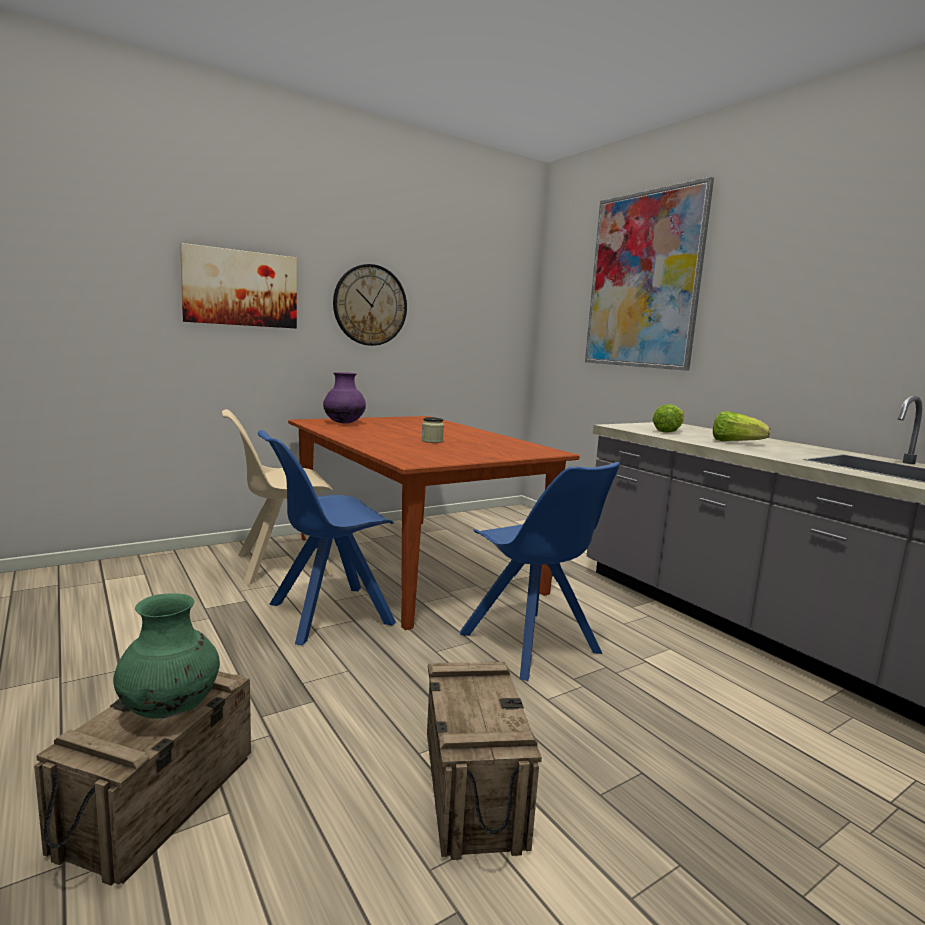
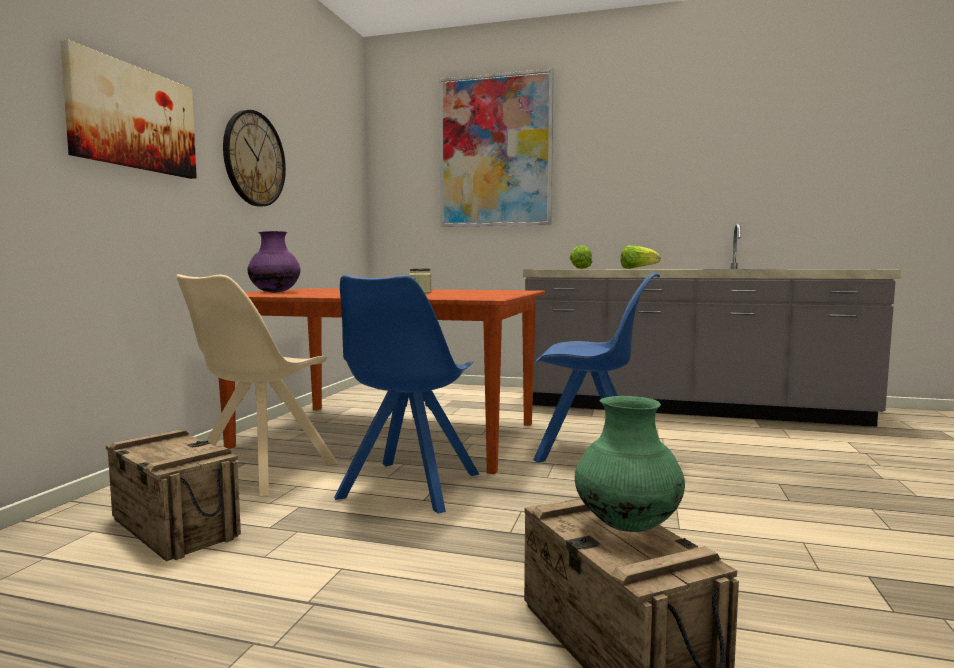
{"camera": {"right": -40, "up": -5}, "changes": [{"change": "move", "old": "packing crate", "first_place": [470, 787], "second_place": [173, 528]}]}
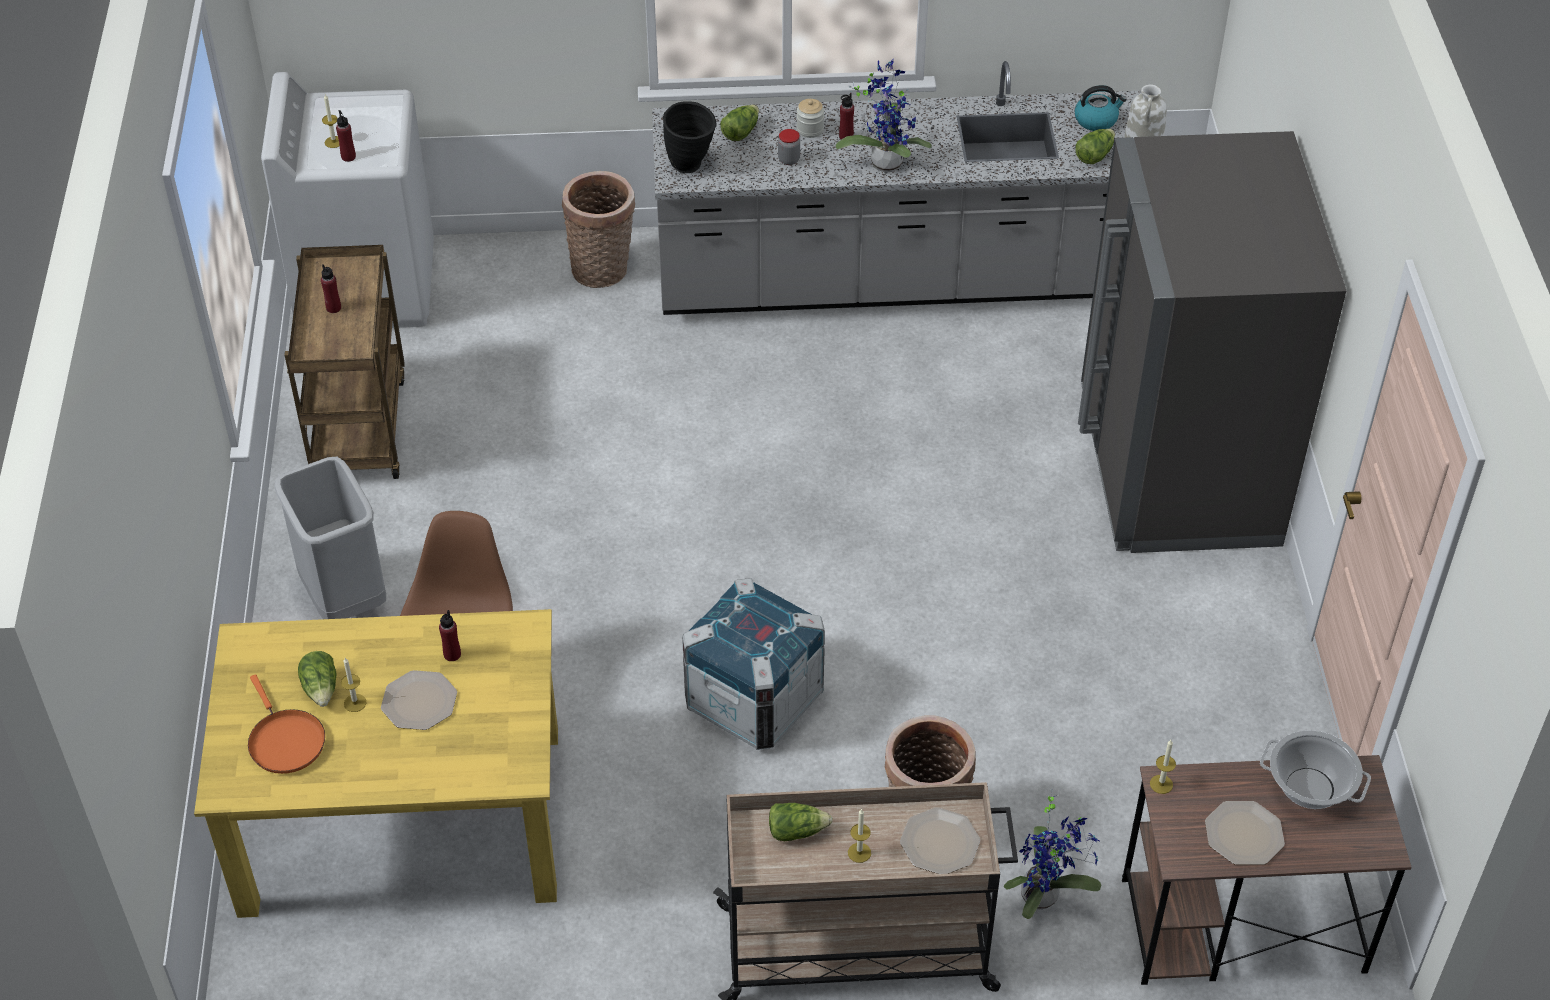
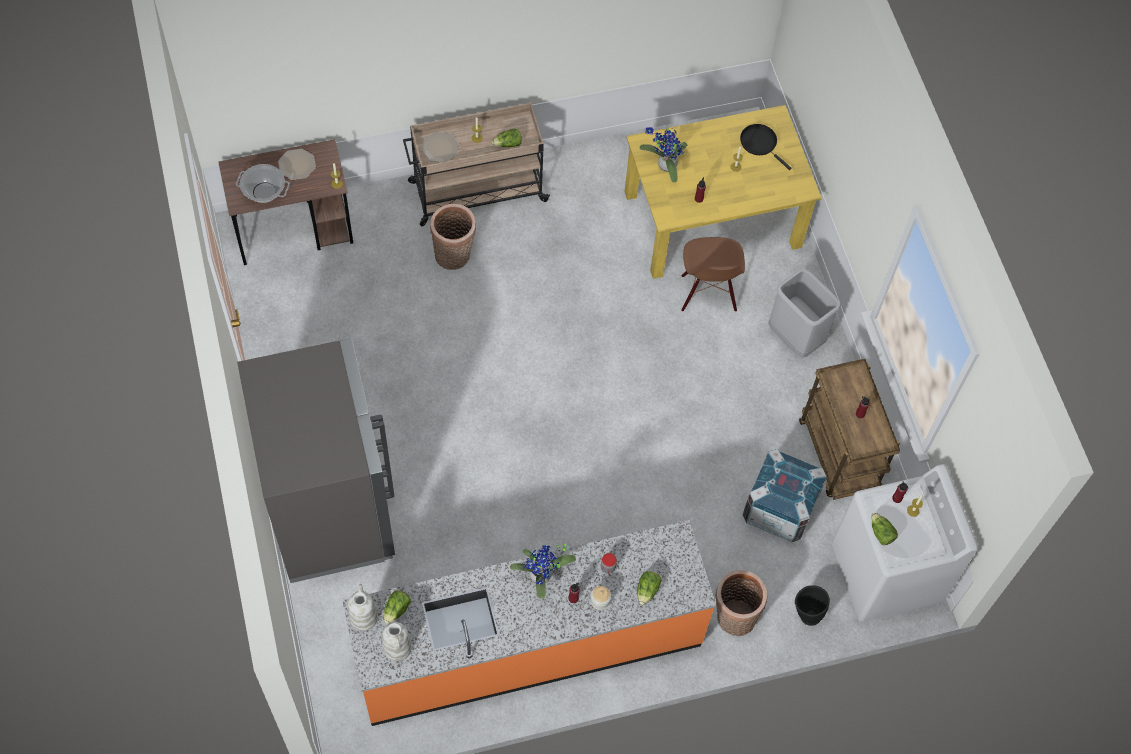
{"camera": {"right": 165, "up": 15}, "changes": [{"change": "recolor", "old": "frying pan in orangey", "new": "frying pan in blackish", "first_place": [285, 741], "second_place": [760, 143]}, {"change": "move", "old": "lettuce", "first_place": [321, 688], "second_place": [881, 533]}, {"change": "delete", "old": "dinner plate", "first_place": [419, 701]}, {"change": "recolor", "old": "counter in greyish", "new": "counter in orangey", "first_place": [900, 280], "second_place": [528, 645]}, {"change": "move", "old": "decorative vase in blackish", "first_place": [691, 167], "second_place": [806, 614]}, {"change": "move", "old": "packing crate", "first_place": [754, 699], "second_place": [779, 509]}, {"change": "move", "old": "plant in a pot", "first_place": [1044, 895], "second_place": [664, 165]}, {"change": "replace", "old": "kettle", "new": "decorative vase in white-coloured", "first_place": [1096, 120], "second_place": [397, 648]}]}
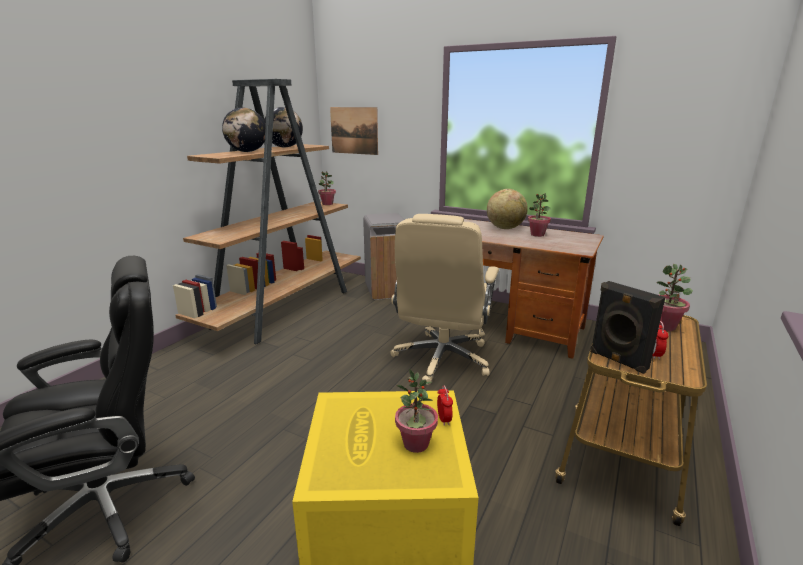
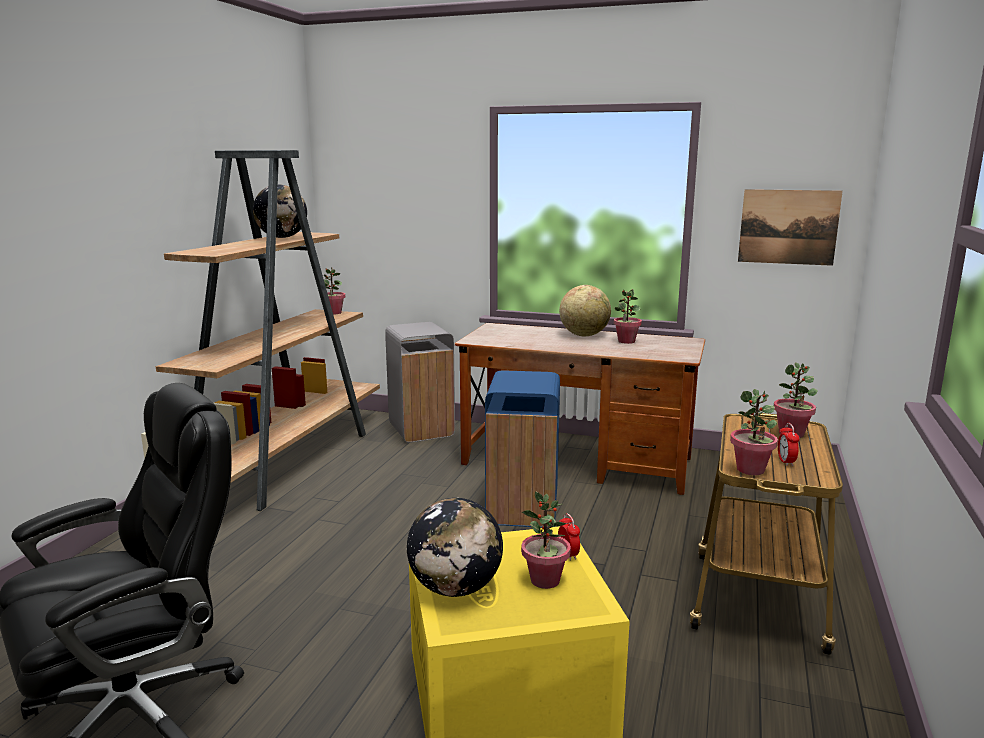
{"camera": {"right": -10, "up": -5}, "changes": [{"change": "move", "old": "world globe", "first_place": [247, 152], "second_place": [455, 588]}, {"change": "move", "old": "wall picture", "first_place": [354, 130], "second_place": [788, 227]}, {"change": "replace", "old": "computer chair in sand-coloured", "new": "rubbish bin in bluish", "first_place": [442, 359], "second_place": [521, 509]}, {"change": "replace", "old": "loudspeaker in blackish", "new": "plant in a pot", "first_place": [617, 360], "second_place": [751, 470]}]}
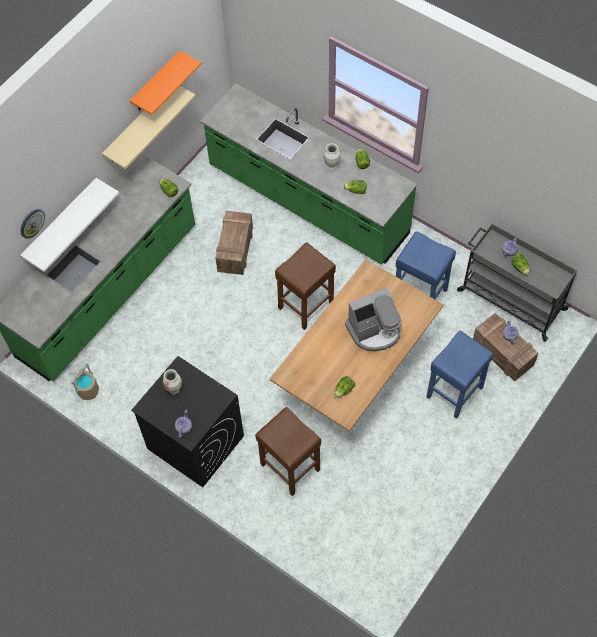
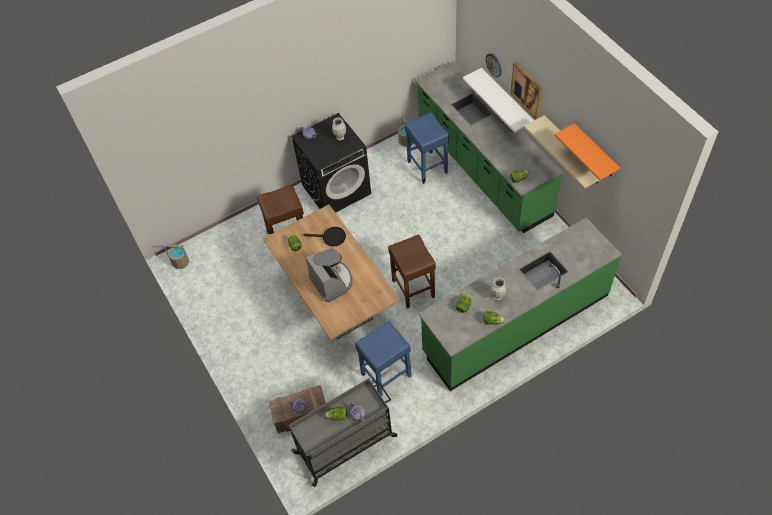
{"camera": {"right": 115, "up": -5}, "changes": [{"change": "delete", "old": "packing crate", "first_place": [235, 250]}, {"change": "rotate", "old": "coffee maker", "first_place": [374, 330], "second_place": [332, 281], "degrees": 150}, {"change": "move", "old": "sitting stool in bluish", "first_place": [454, 393], "second_place": [426, 166]}, {"change": "insert", "new": "pail in sand-coloured", "second_place": [180, 262]}, {"change": "insert", "new": "frying pan in blackish", "second_place": [330, 237]}, {"change": "insert", "new": "wall picture", "second_place": [527, 90]}]}
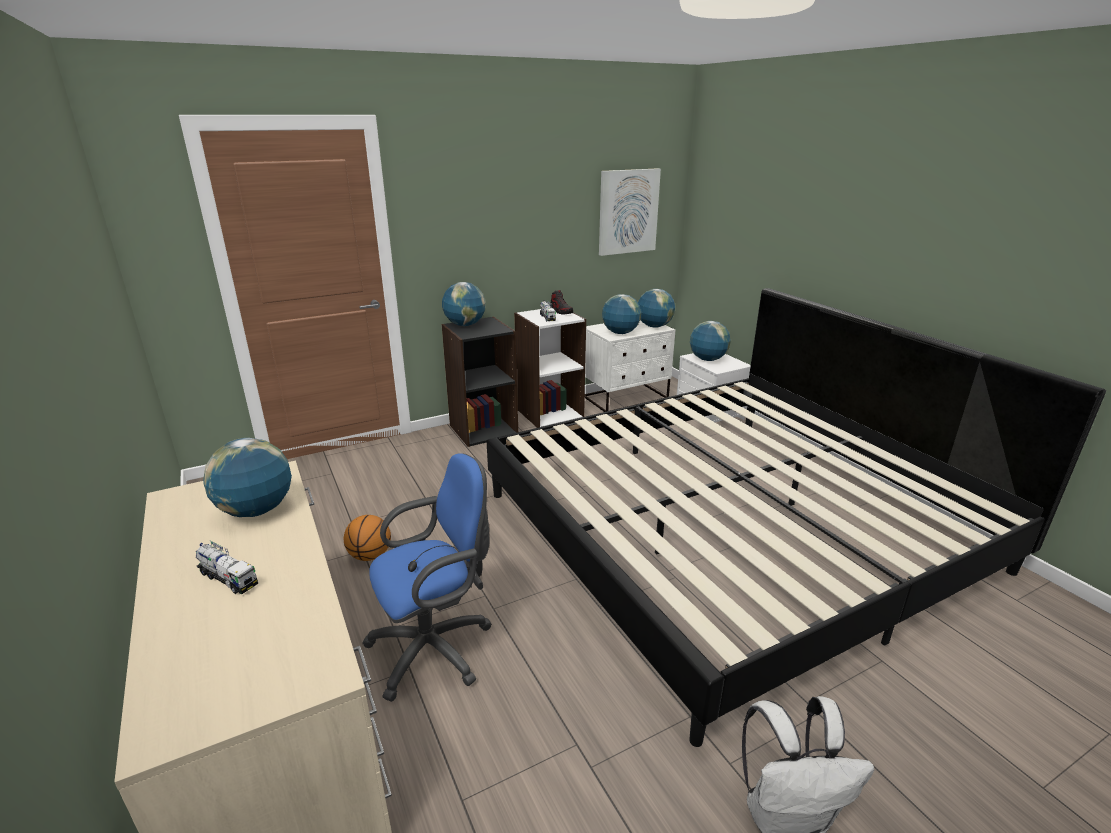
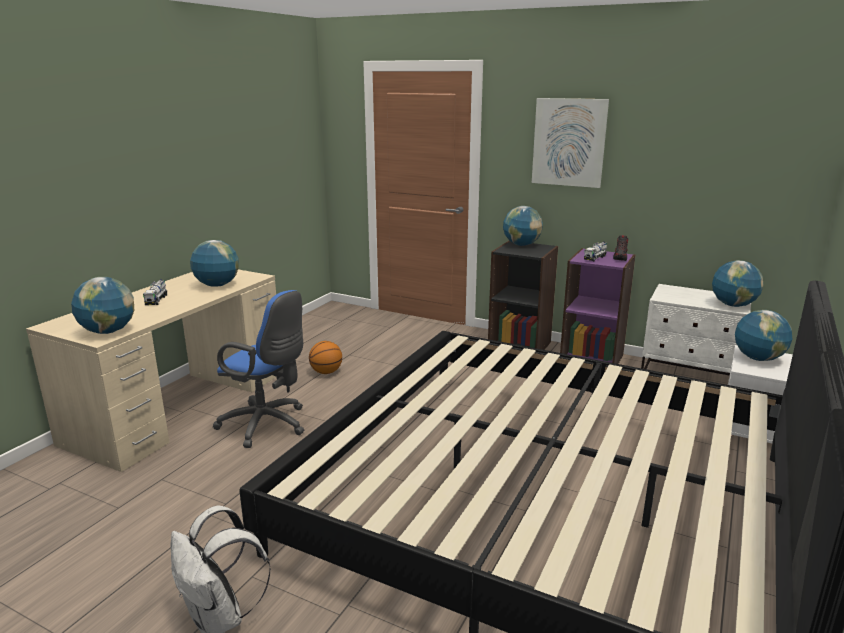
{"camera": {"right": 55, "up": -5}, "changes": [{"change": "recolor", "old": "bookshelf in white-coloured", "new": "bookshelf in purple-coloured", "first_place": [549, 413], "second_place": [592, 358]}, {"change": "move", "old": "wall picture", "first_place": [628, 211], "second_place": [569, 142]}, {"change": "move", "old": "world globe", "first_place": [620, 333], "second_place": [108, 331]}]}
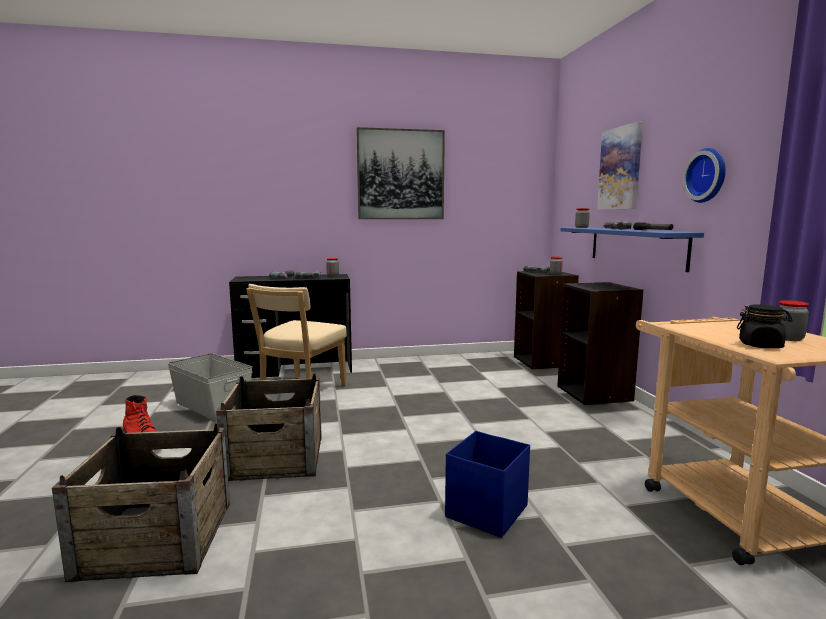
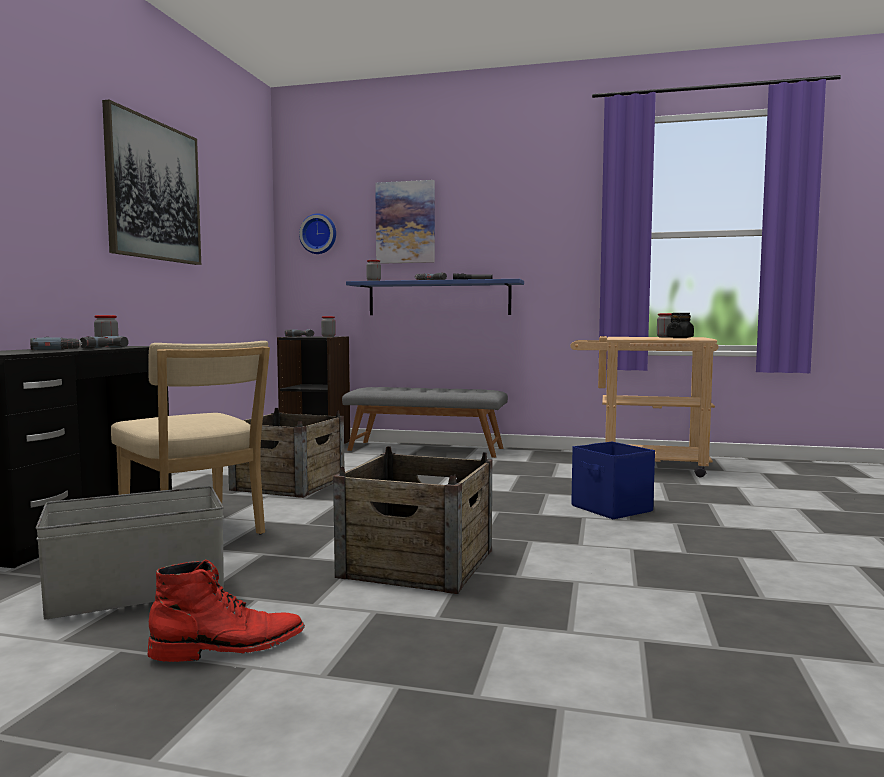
{"camera": {"right": -65, "up": -5}, "changes": [{"change": "move", "old": "packing crate", "first_place": [157, 538], "second_place": [289, 484]}, {"change": "replace", "old": "bookshelf in blackish", "new": "long seat in greyish", "first_place": [595, 393], "second_place": [426, 449]}, {"change": "move", "old": "clock on the wall", "first_place": [708, 175], "second_place": [319, 234]}]}
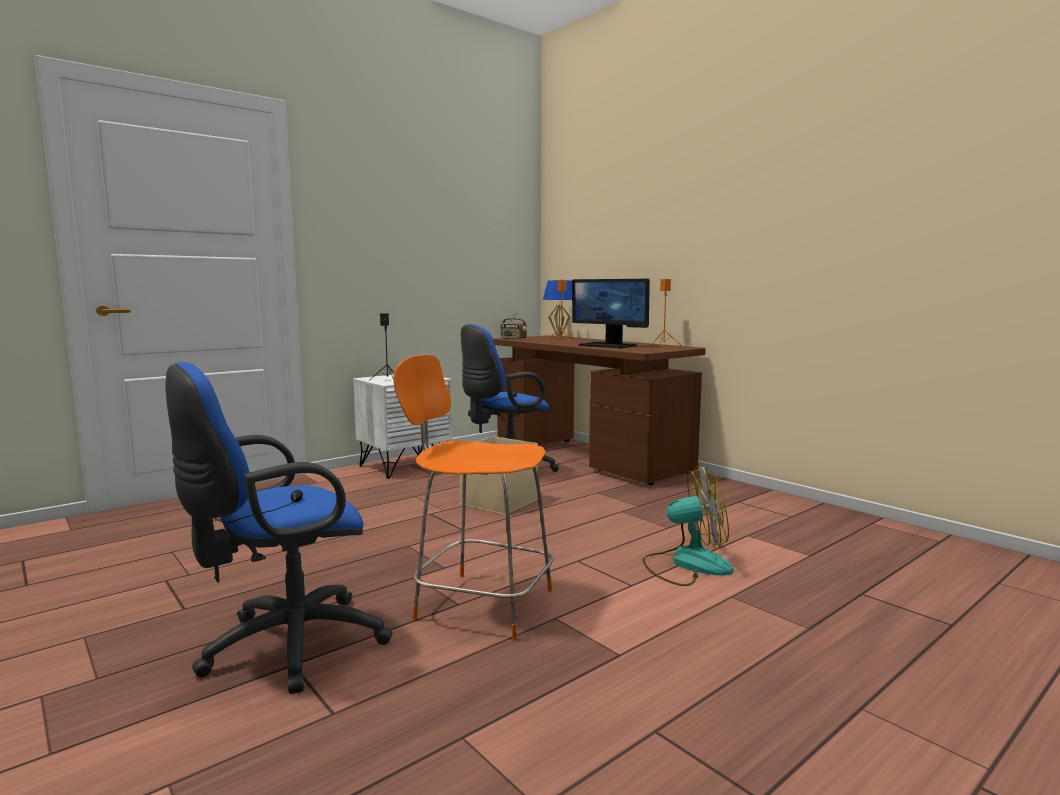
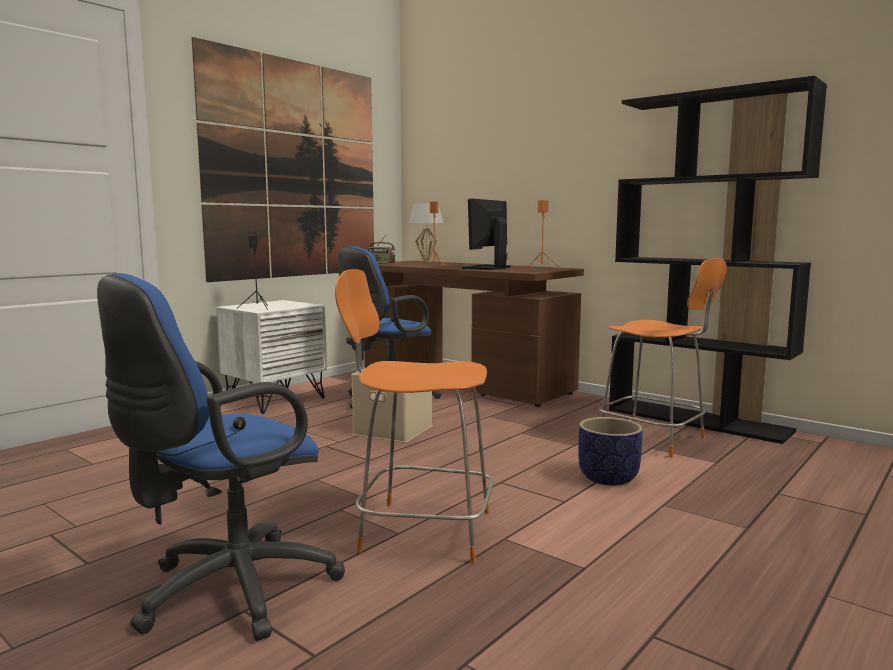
{"camera": {"right": -10, "up": 0}, "changes": [{"change": "recolor", "old": "tabletop lamp in bluish", "new": "tabletop lamp in white-coloured", "first_place": [559, 337], "second_place": [426, 262]}, {"change": "rotate", "old": "computer display", "first_place": [608, 345], "second_place": [487, 268], "degrees": 90}, {"change": "replace", "old": "electric fan", "new": "flower pot", "first_place": [686, 564], "second_place": [608, 478]}, {"change": "insert", "new": "wall picture", "second_place": [295, 170]}, {"change": "insert", "new": "chair in orangey", "second_place": [655, 440]}, {"change": "insert", "new": "bookshelf in blackish", "second_place": [698, 420]}]}
